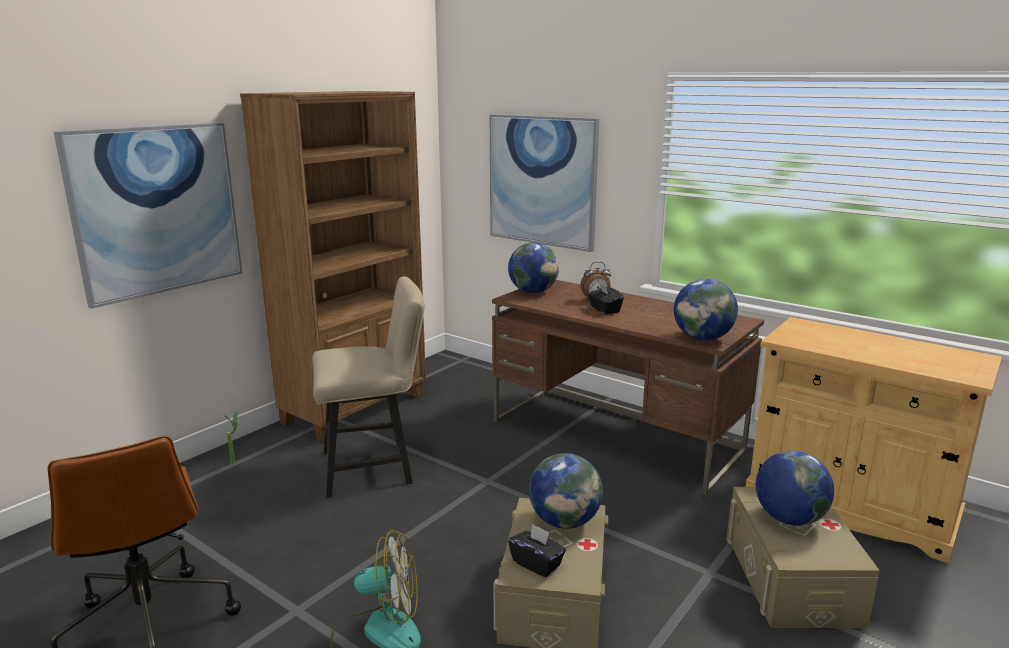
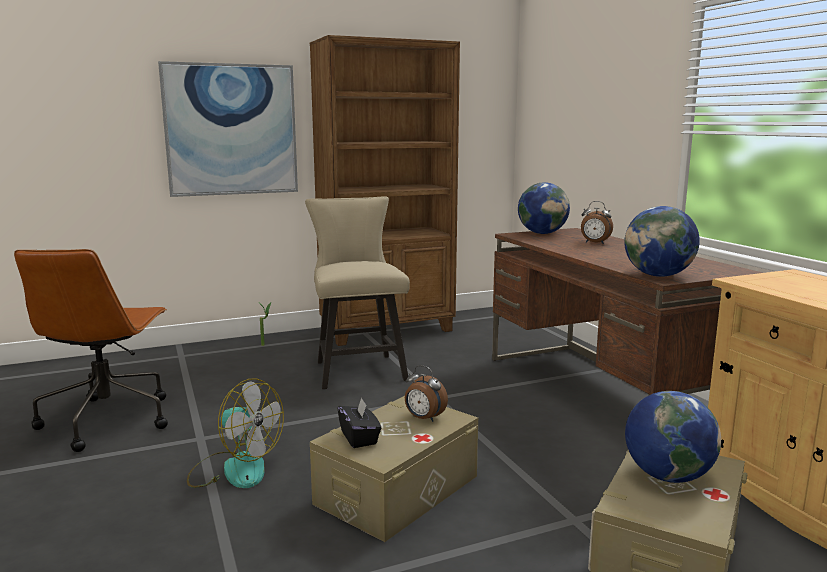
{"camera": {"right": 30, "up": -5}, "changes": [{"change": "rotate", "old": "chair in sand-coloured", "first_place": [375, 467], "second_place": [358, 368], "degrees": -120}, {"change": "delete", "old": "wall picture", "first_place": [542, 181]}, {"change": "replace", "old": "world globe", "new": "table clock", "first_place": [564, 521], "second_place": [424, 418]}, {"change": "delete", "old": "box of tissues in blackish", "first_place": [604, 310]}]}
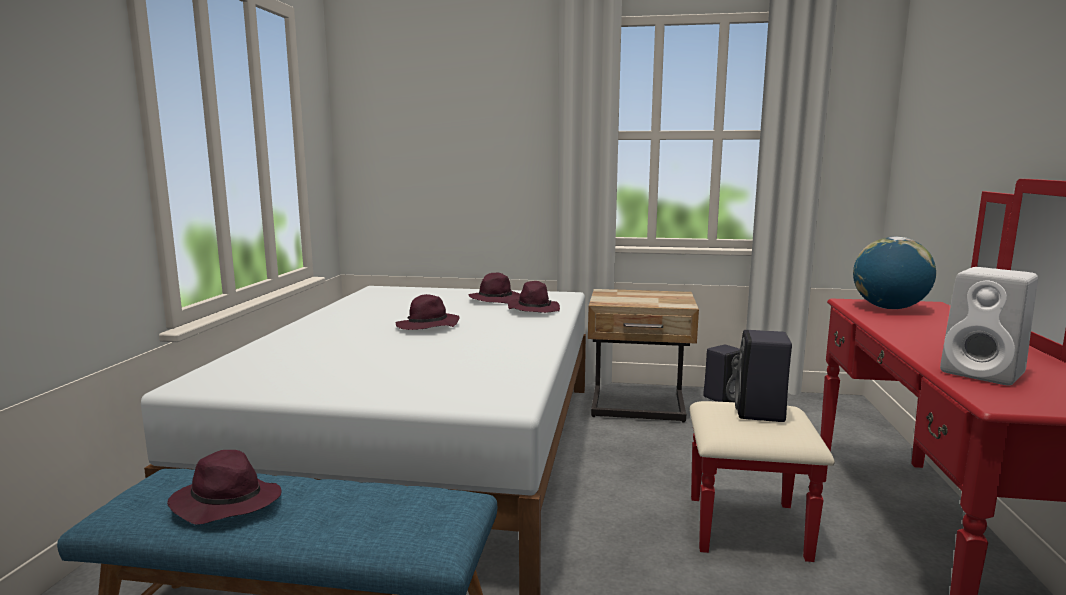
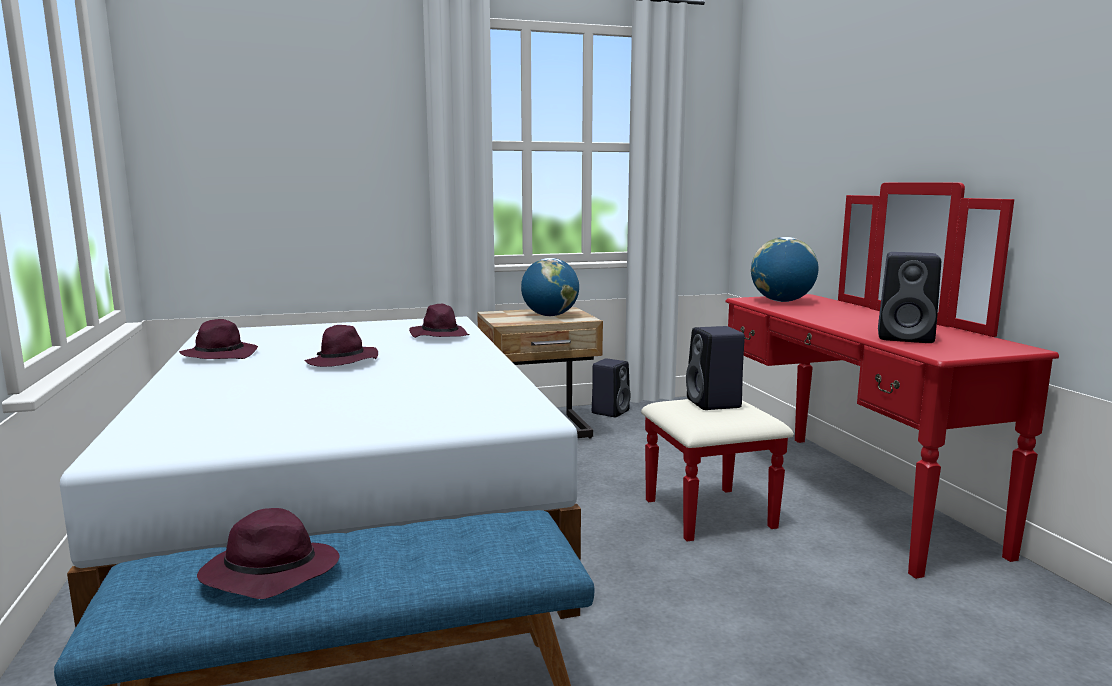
{"camera": {"right": -25, "up": 0}, "changes": [{"change": "move", "old": "wearable hat in purple-coloured", "first_place": [495, 299], "second_place": [220, 355]}, {"change": "recolor", "old": "loudspeaker in white-coloured", "new": "loudspeaker in blackish", "first_place": [985, 373], "second_place": [907, 337]}, {"change": "insert", "new": "world globe", "second_place": [550, 316]}]}
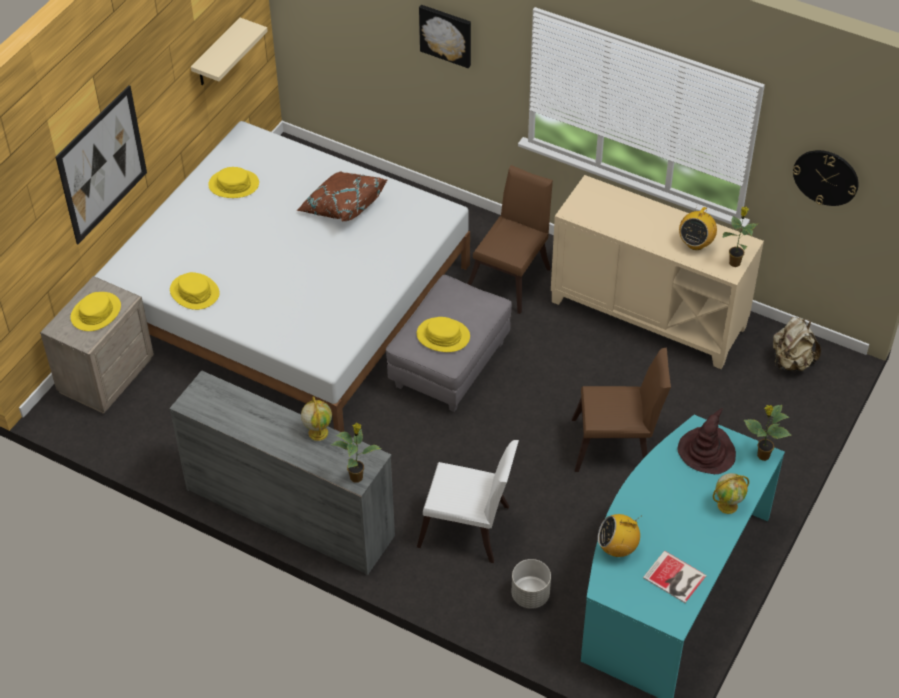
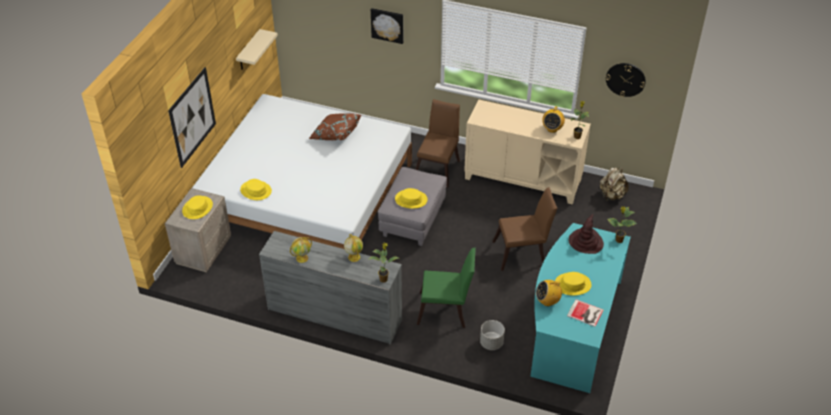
{"camera": {"right": -10, "up": -5}, "changes": [{"change": "move", "old": "wearable hat in yellow", "first_place": [234, 184], "second_place": [572, 284]}, {"change": "recolor", "old": "chair in white-coloured", "new": "chair in green", "first_place": [469, 529], "second_place": [446, 310]}, {"change": "move", "old": "world globe", "first_place": [728, 505], "second_place": [302, 258]}]}
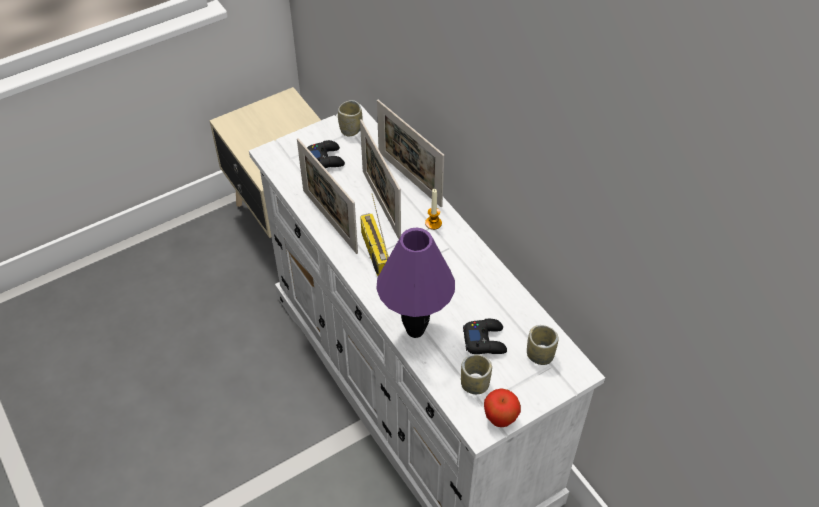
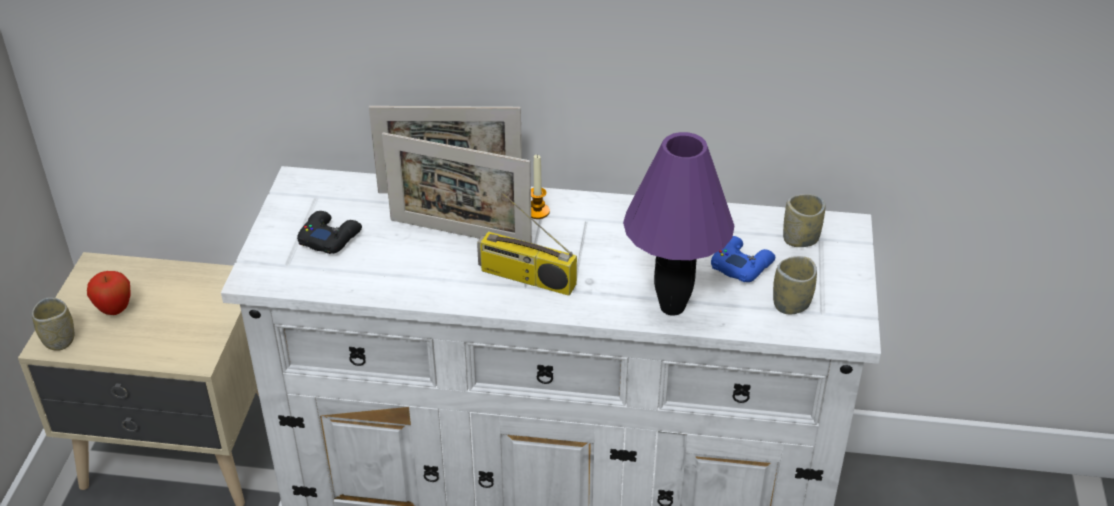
{"camera": {"right": -50, "up": -10}, "changes": [{"change": "delete", "old": "picture frame", "first_place": [329, 221]}, {"change": "move", "old": "small cup", "first_place": [350, 129], "second_place": [59, 340]}, {"change": "recolor", "old": "game controller in blackish", "new": "game controller in bluish", "first_place": [485, 340], "second_place": [741, 265]}, {"change": "move", "old": "whole apple", "first_place": [500, 419], "second_place": [114, 310]}]}
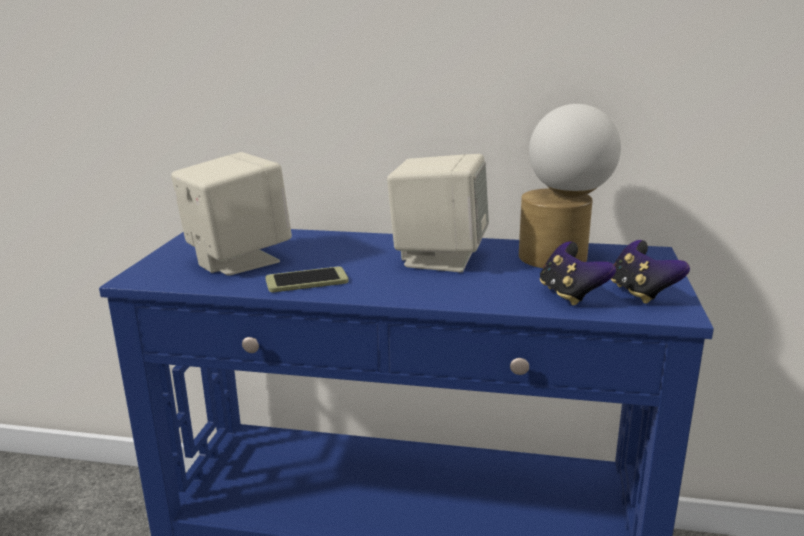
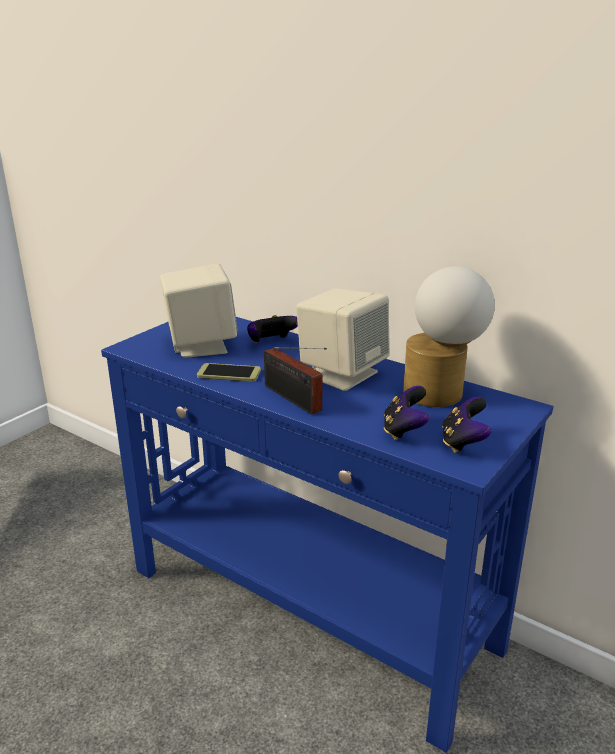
{"camera": {"right": 25, "up": 5}, "changes": [{"change": "insert", "new": "game controller", "second_place": [271, 343]}, {"change": "insert", "new": "radio", "second_place": [294, 400]}]}
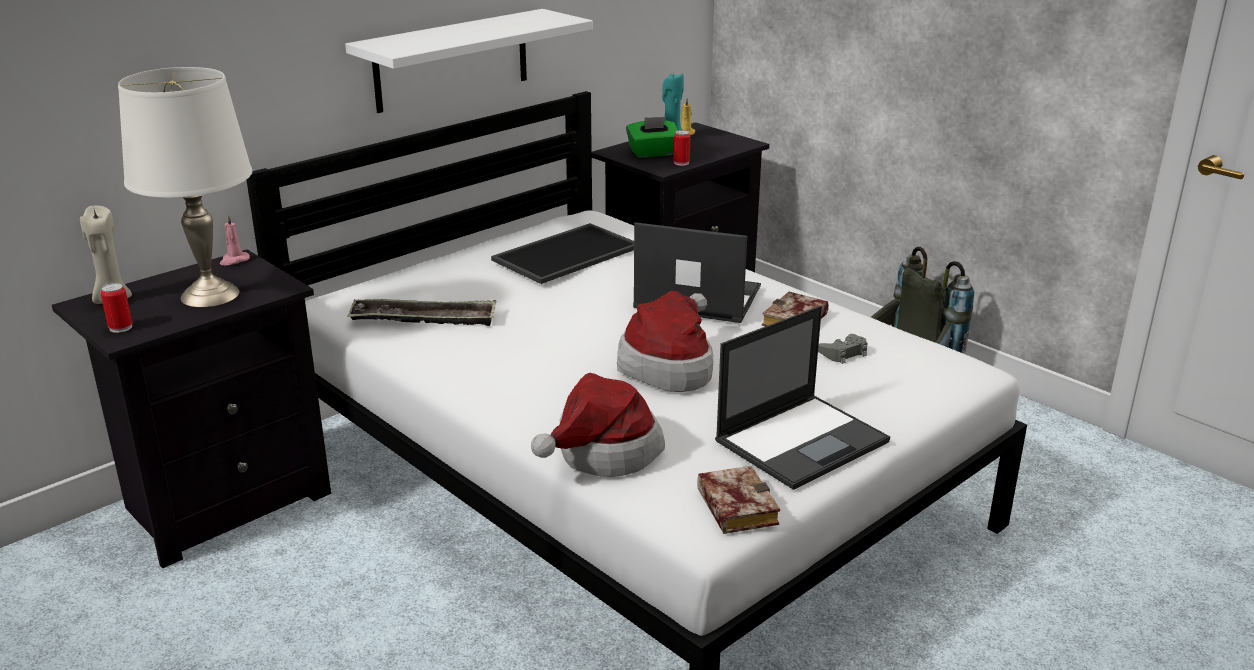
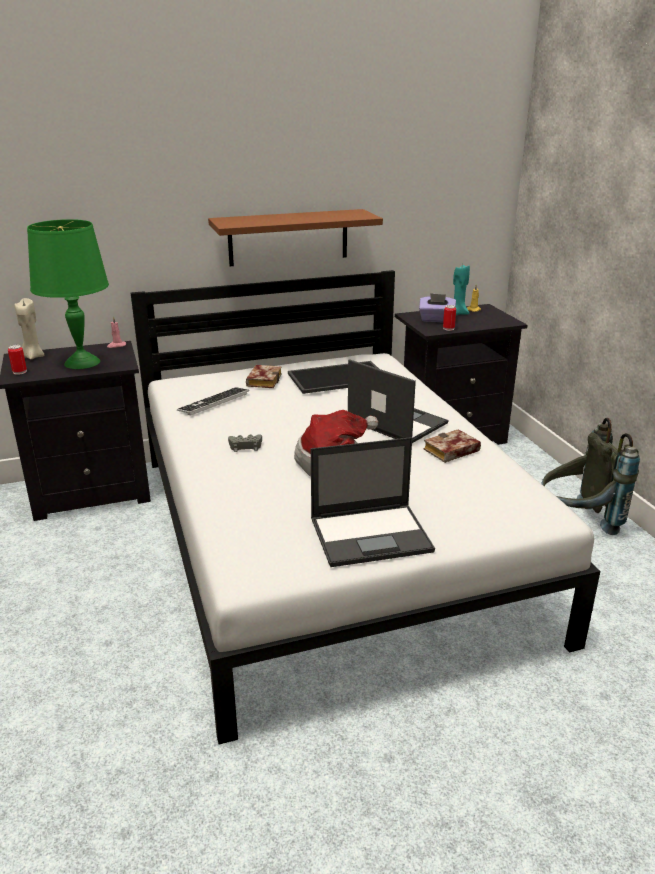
{"camera": {"right": 25, "up": 0}, "changes": [{"change": "recolor", "old": "tabletop lamp in white-coloured", "new": "tabletop lamp in green", "first_place": [211, 295], "second_place": [83, 362]}, {"change": "recolor", "old": "wall shelf in white-coloured", "new": "wall shelf in brown", "first_place": [452, 60], "second_place": [288, 237]}, {"change": "replace", "old": "tray", "new": "keyboard", "first_place": [424, 319], "second_place": [213, 402]}, {"change": "delete", "old": "wearable hat", "first_place": [602, 452]}, {"change": "recolor", "old": "box of tissues in green", "new": "box of tissues in purple-coloured", "first_place": [653, 153], "second_place": [436, 320]}, {"change": "move", "old": "bound book", "first_place": [733, 506], "second_place": [263, 380]}, {"change": "move", "old": "game controller in greyish", "first_place": [844, 353], "second_place": [245, 446]}]}
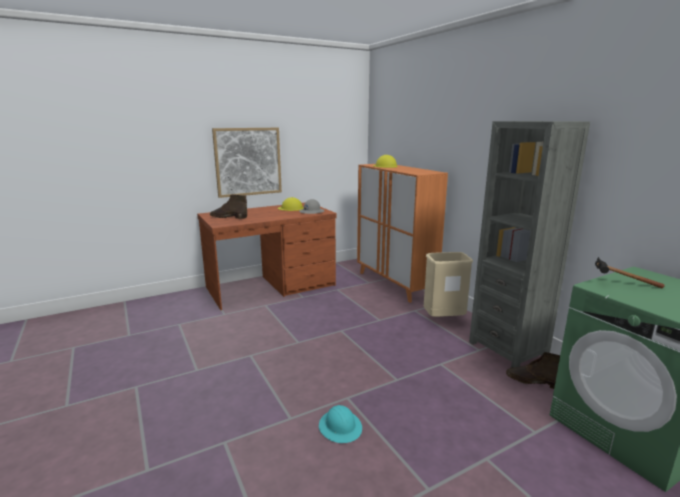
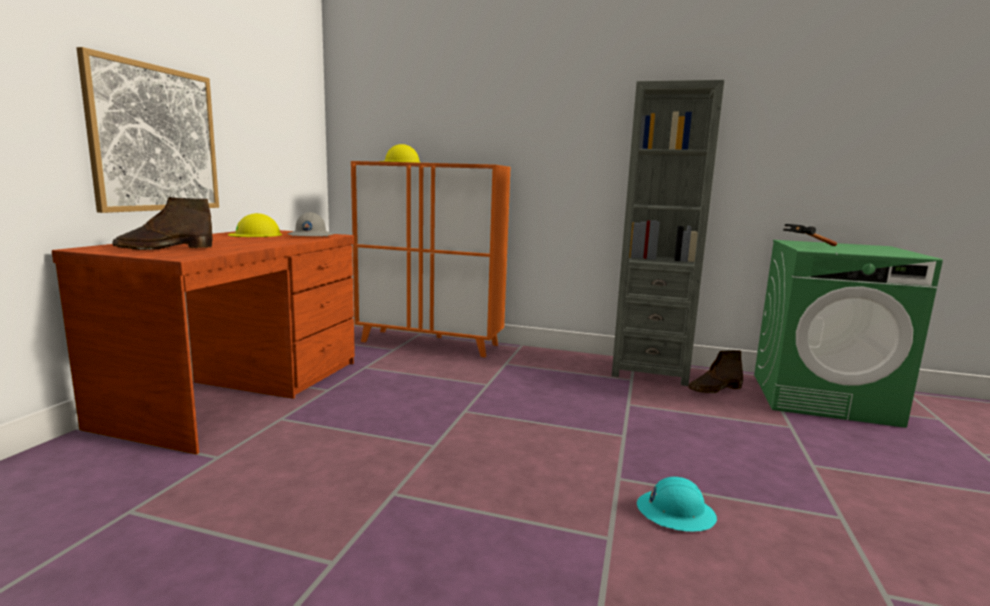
{"camera": {"right": -45, "up": -5}, "changes": [{"change": "delete", "old": "rubbish bin in sand-coloured", "first_place": [443, 319]}]}
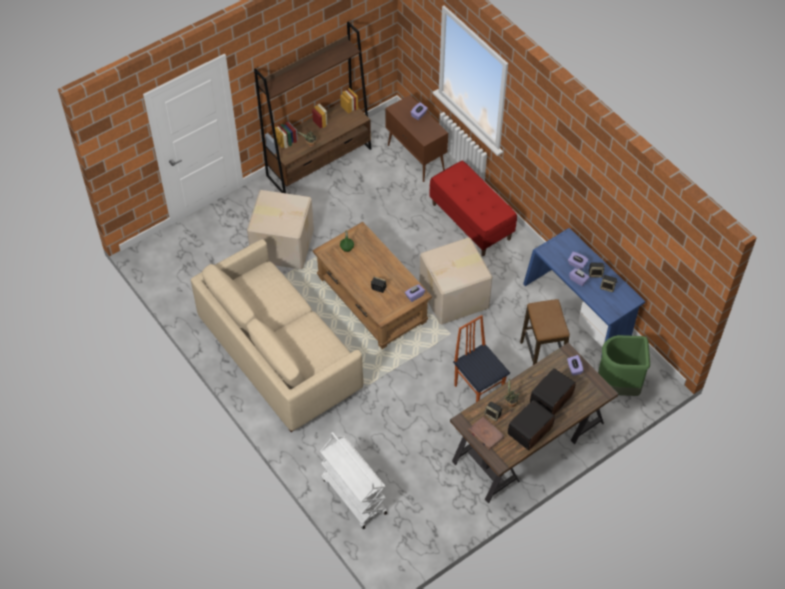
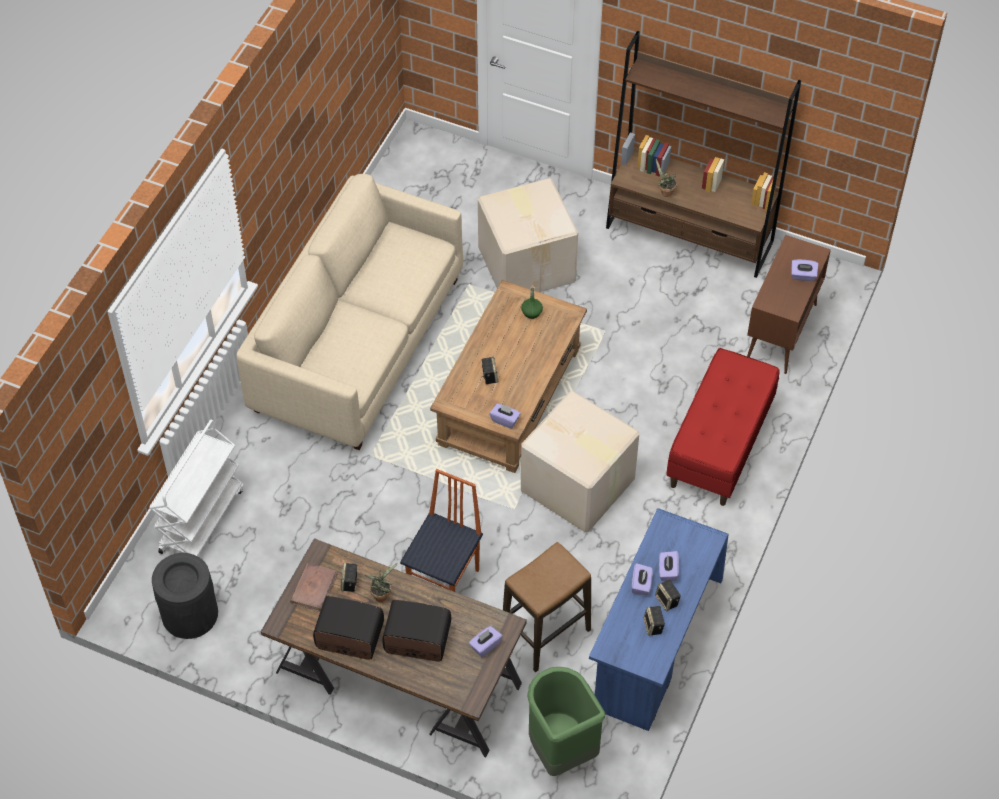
{"camera": {"right": 60, "up": 0}, "changes": [{"change": "insert", "new": "rubbish bin in blackish", "second_place": [189, 614]}]}
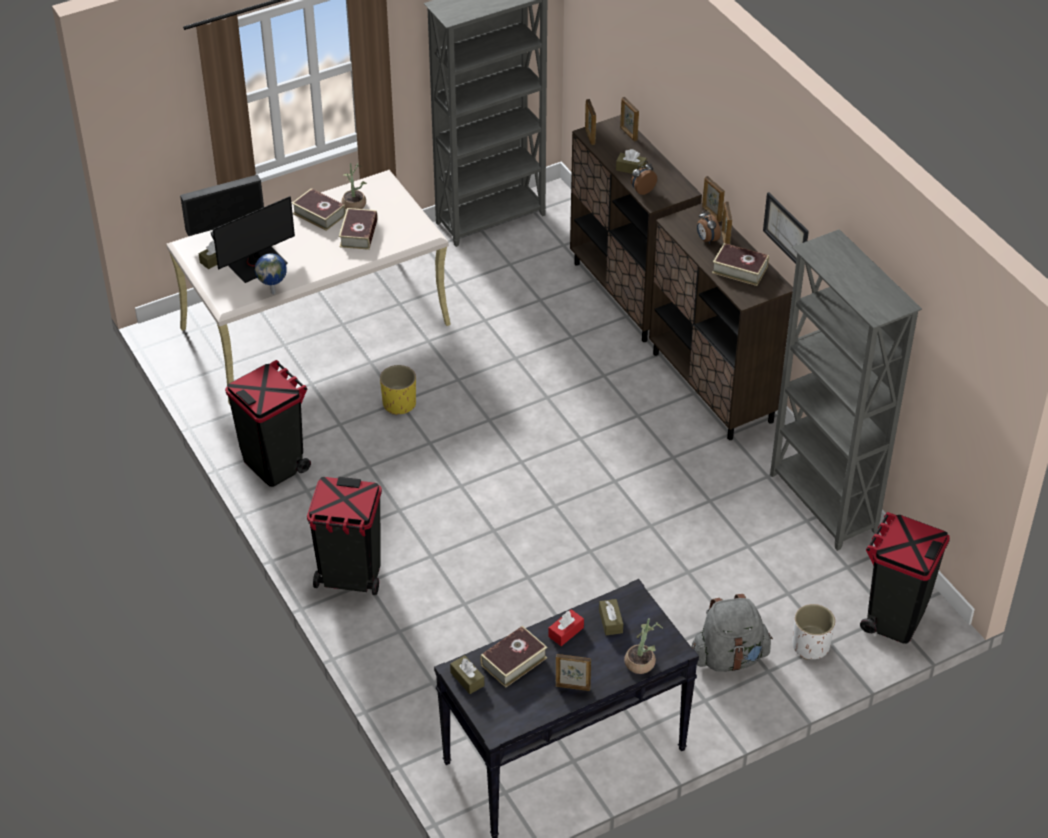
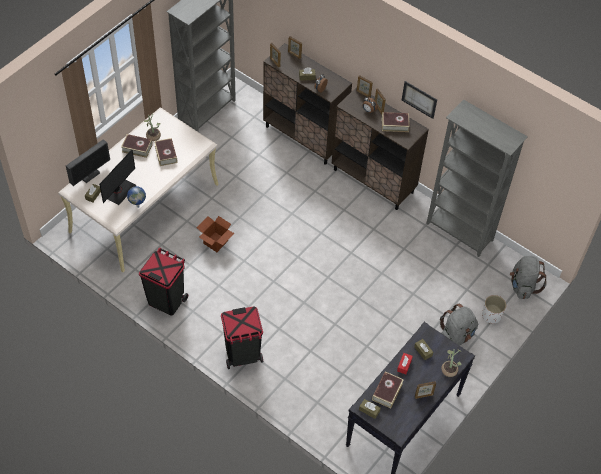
{"camera": {"right": -25, "up": 10}, "changes": [{"change": "replace", "old": "flower pot in yellow", "new": "cardboard box", "first_place": [399, 404], "second_place": [215, 242]}, {"change": "replace", "old": "rubbish bin in blackish", "new": "knapsack in greyish", "first_place": [894, 617], "second_place": [523, 286]}]}
